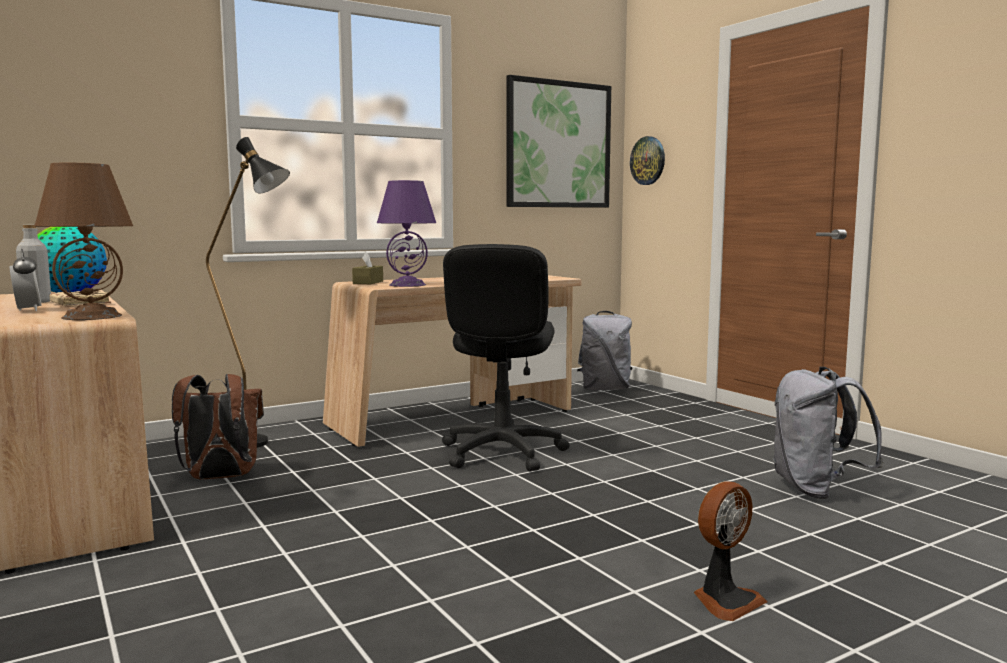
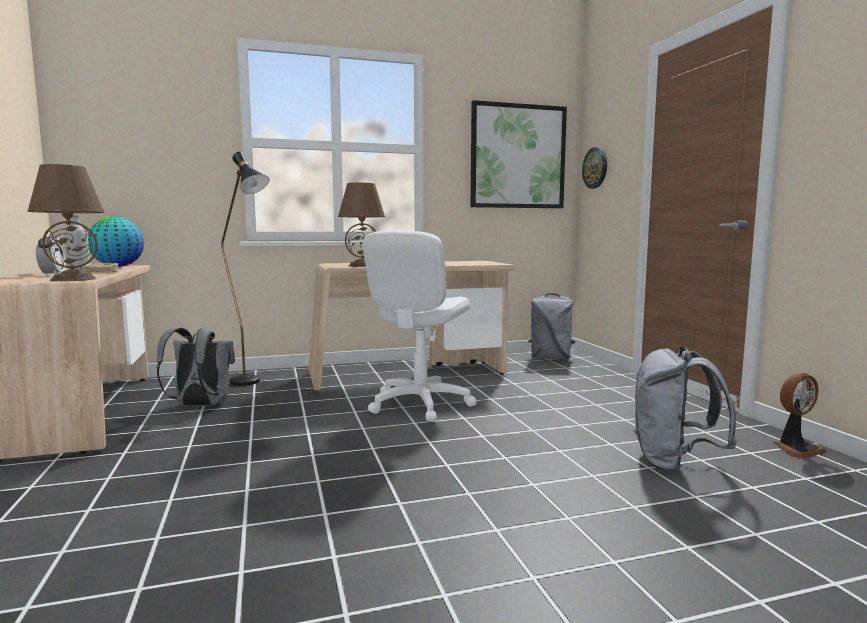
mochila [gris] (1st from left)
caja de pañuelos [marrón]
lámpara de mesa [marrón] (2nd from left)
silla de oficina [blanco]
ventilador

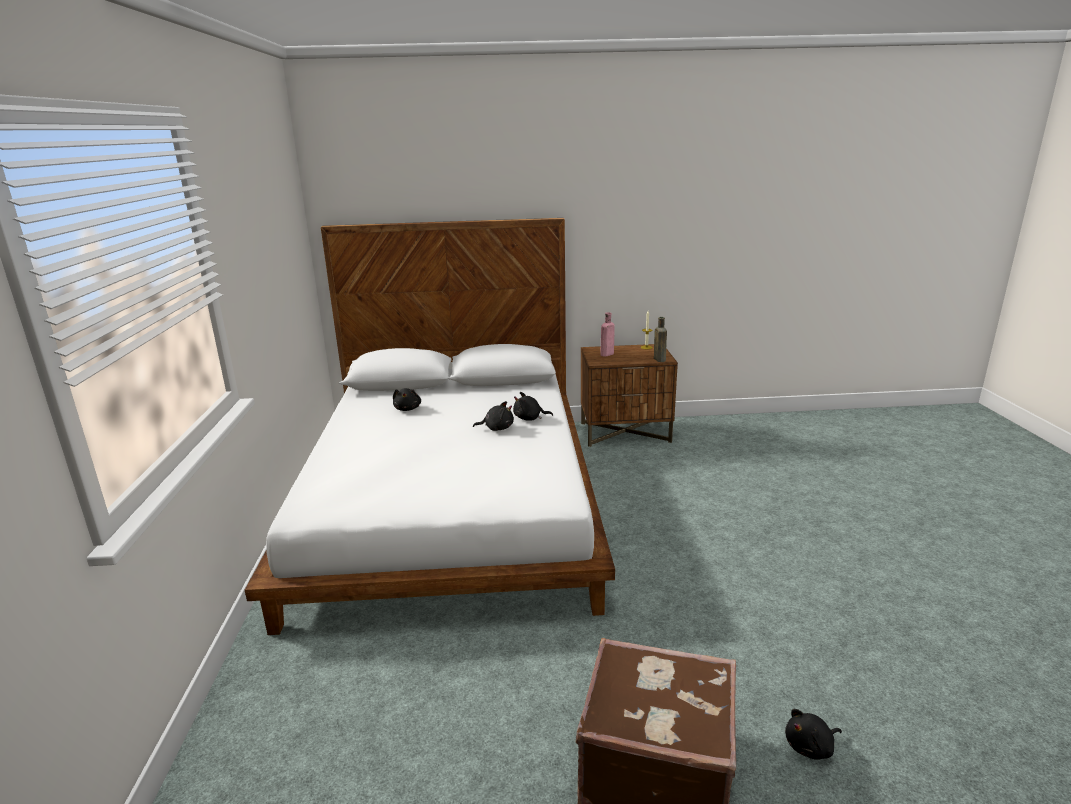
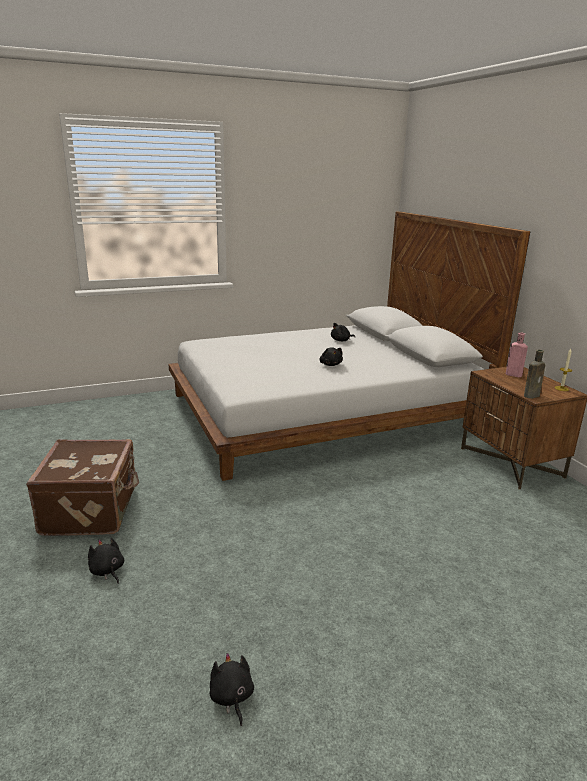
peluche [negro] (2nd from left)

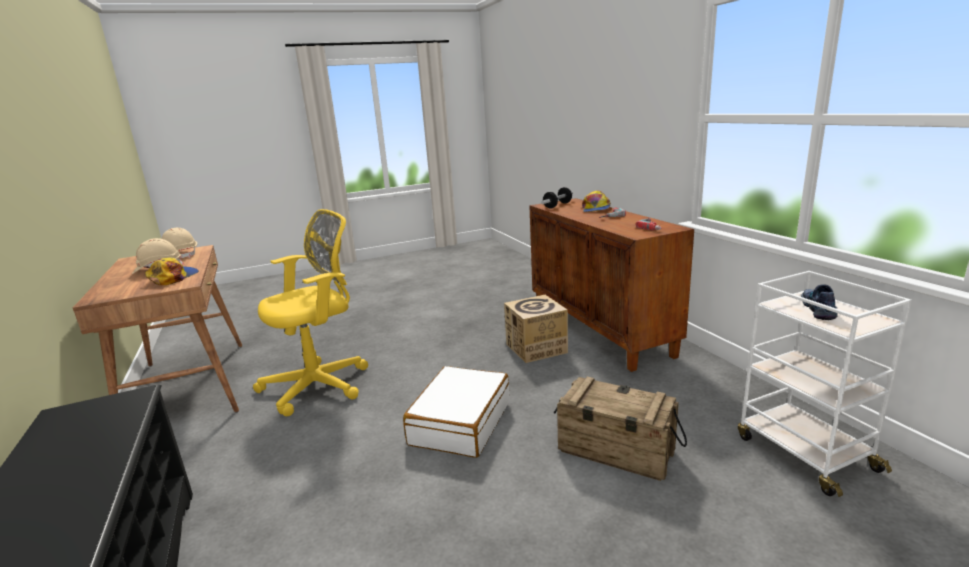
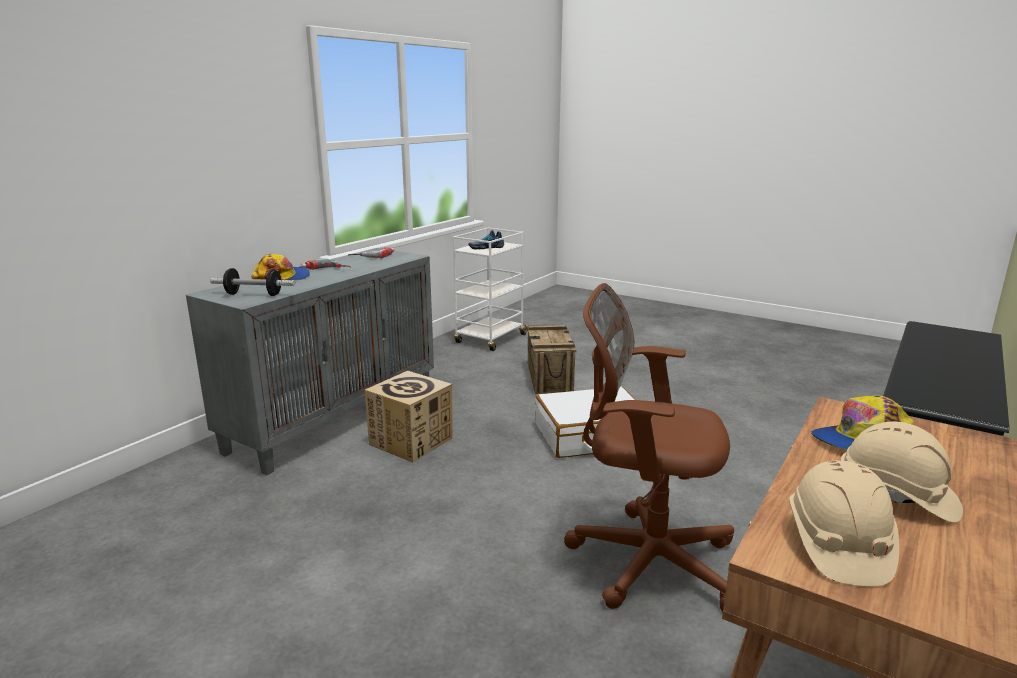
silla de oficina [marrón]
armario [gris]

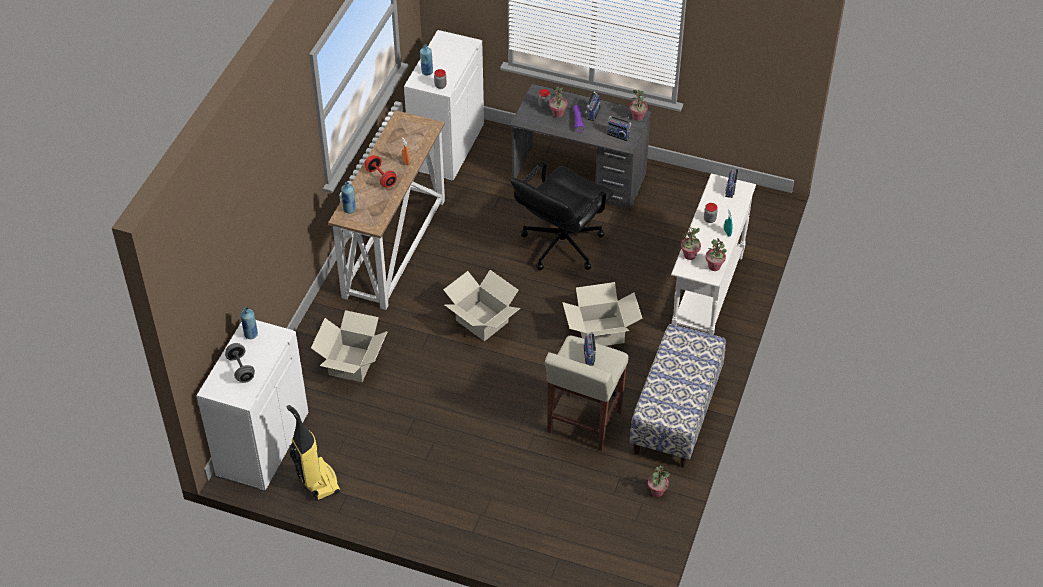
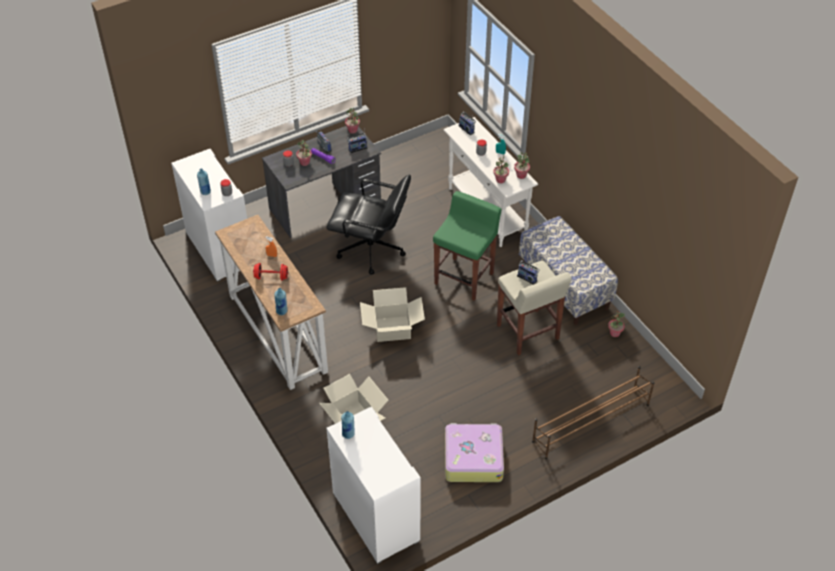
mancuerna [gris]
aspiradora
silla de oficina [negro]
taburete [verde]
maleta
zapatero [marrón]

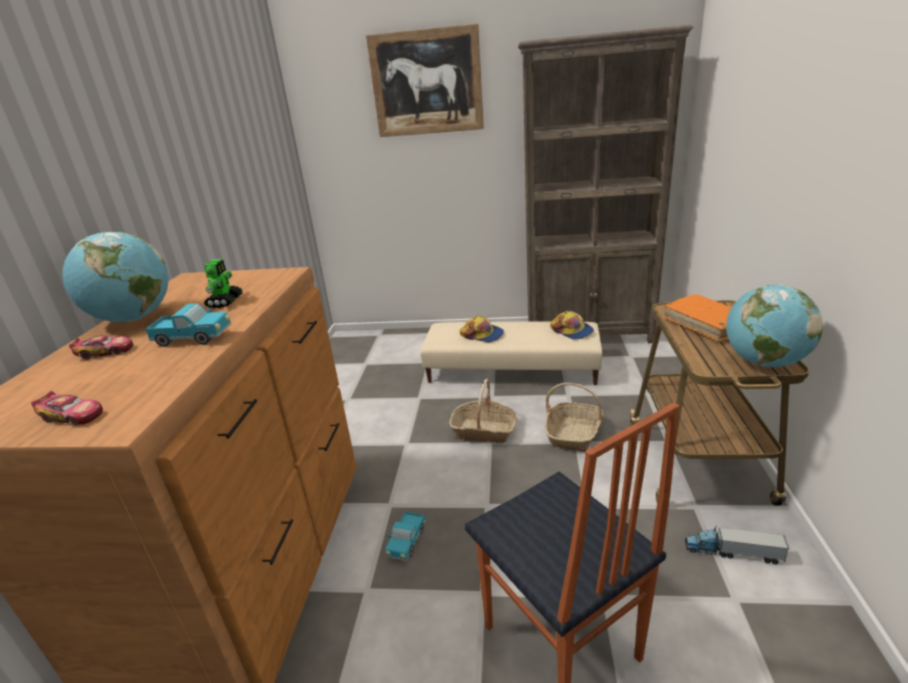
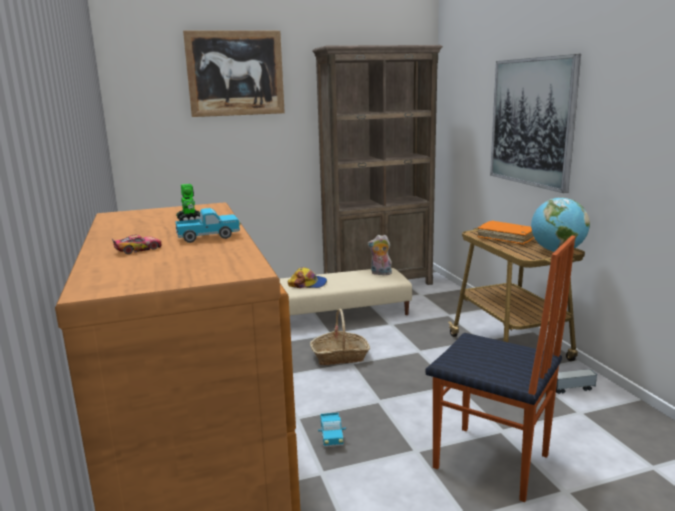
coche de juguete (1st from left in the first image)
globo terráqueo (1st from left in the first image)
cesta (2nd from left in the first image)
peluche
cuadro (2nd from left)

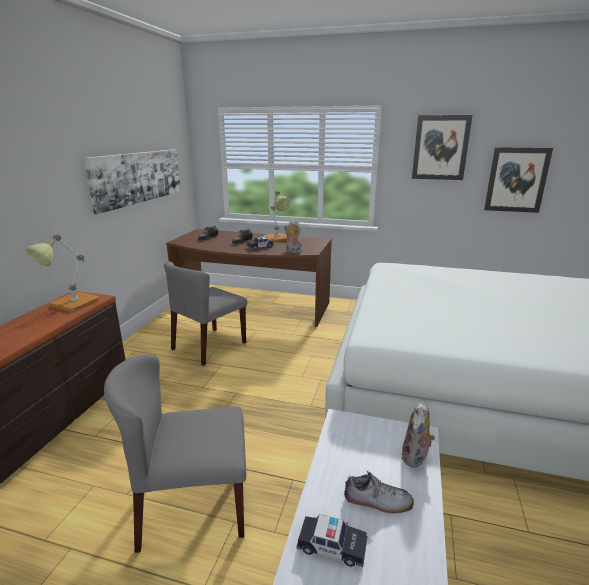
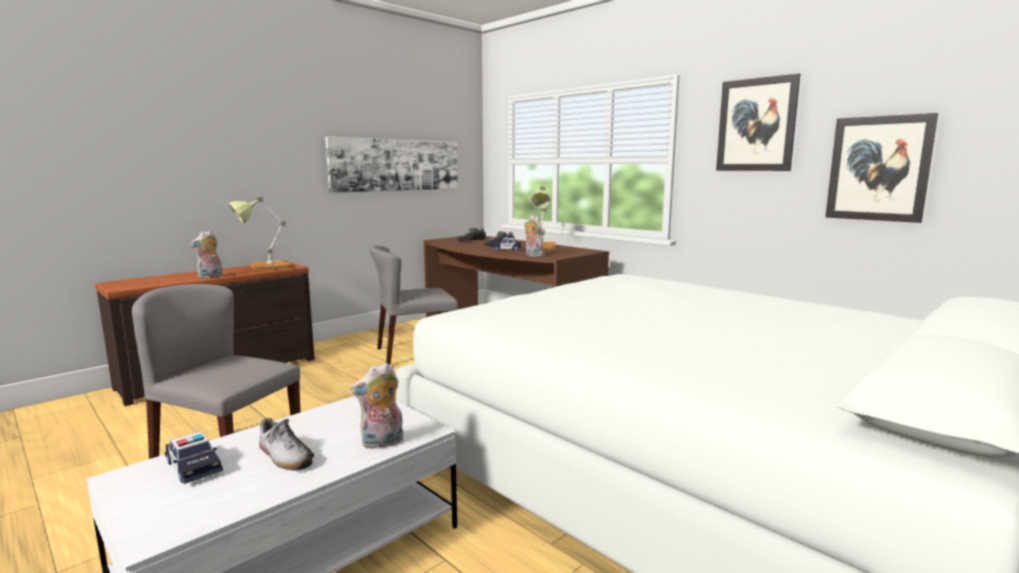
peluche (1st from left)

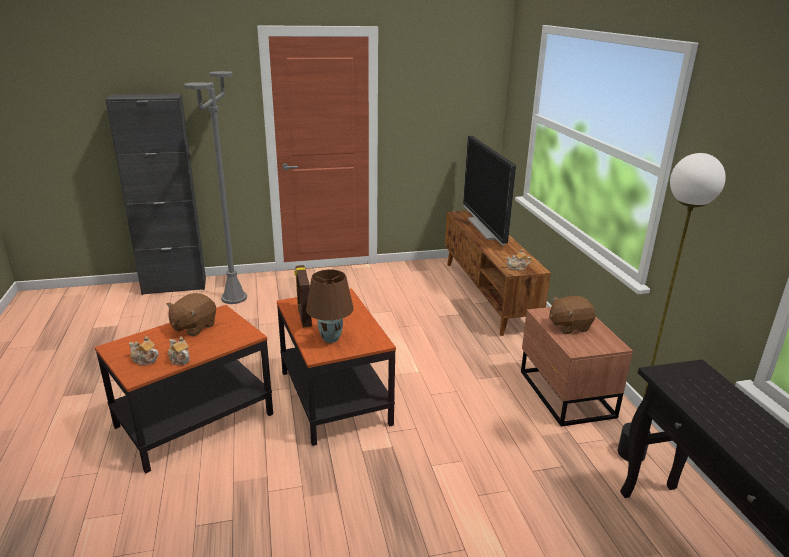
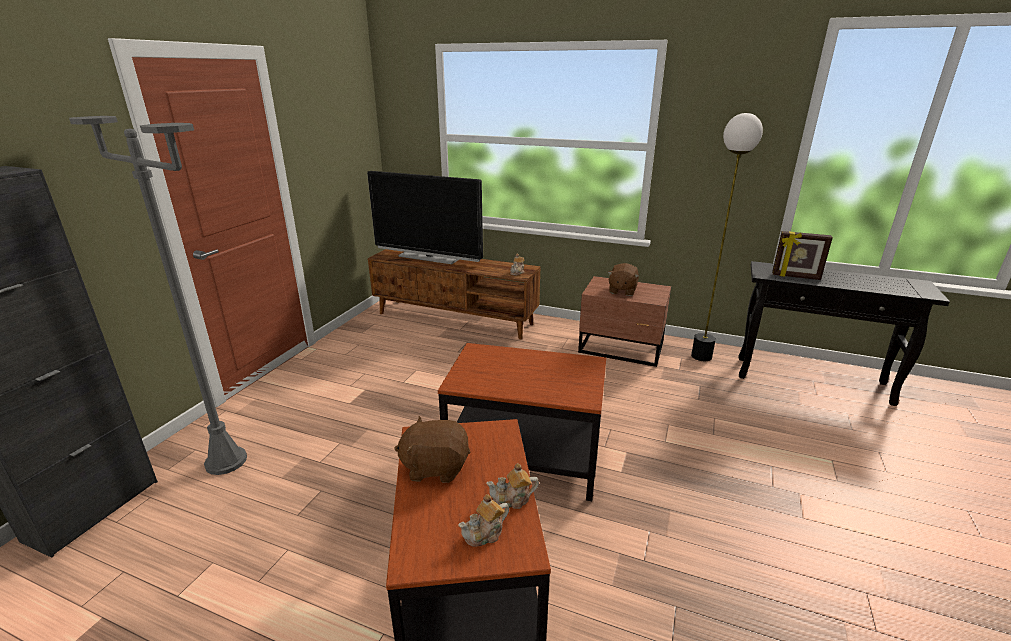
peluche [marrón] (1st from left)
portarretratos
lámpara de mesa [marrón]

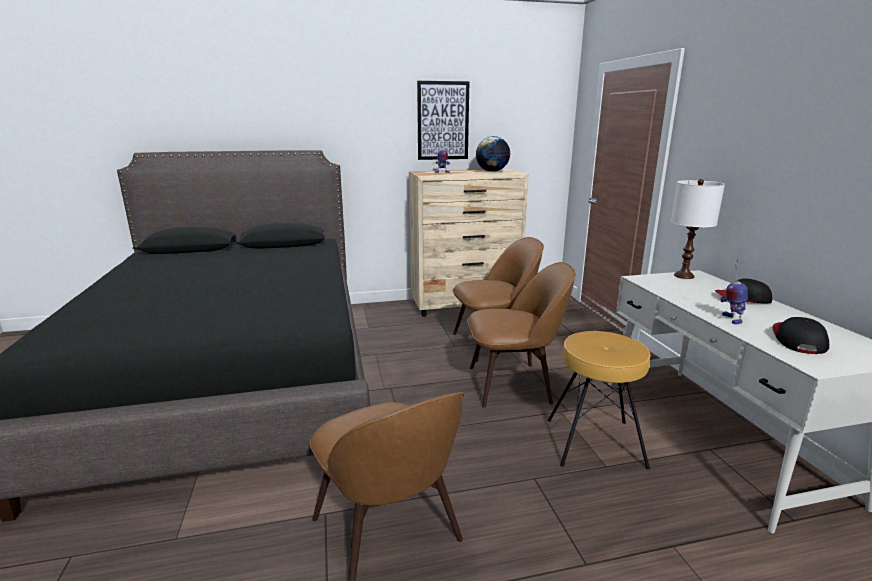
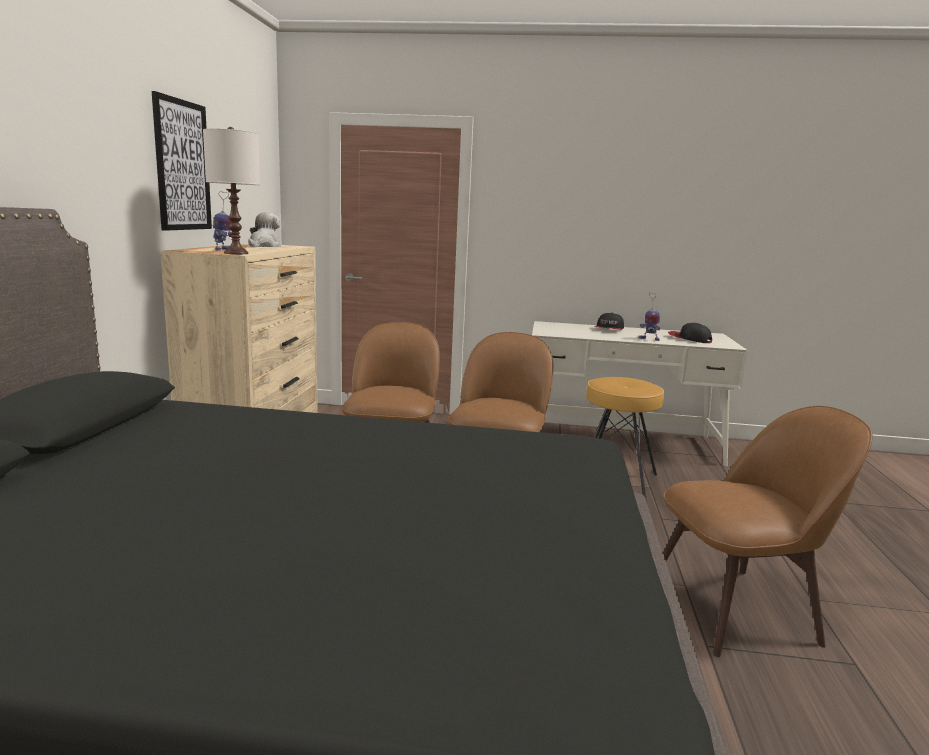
peluche
lámpara de mesa [blanco]

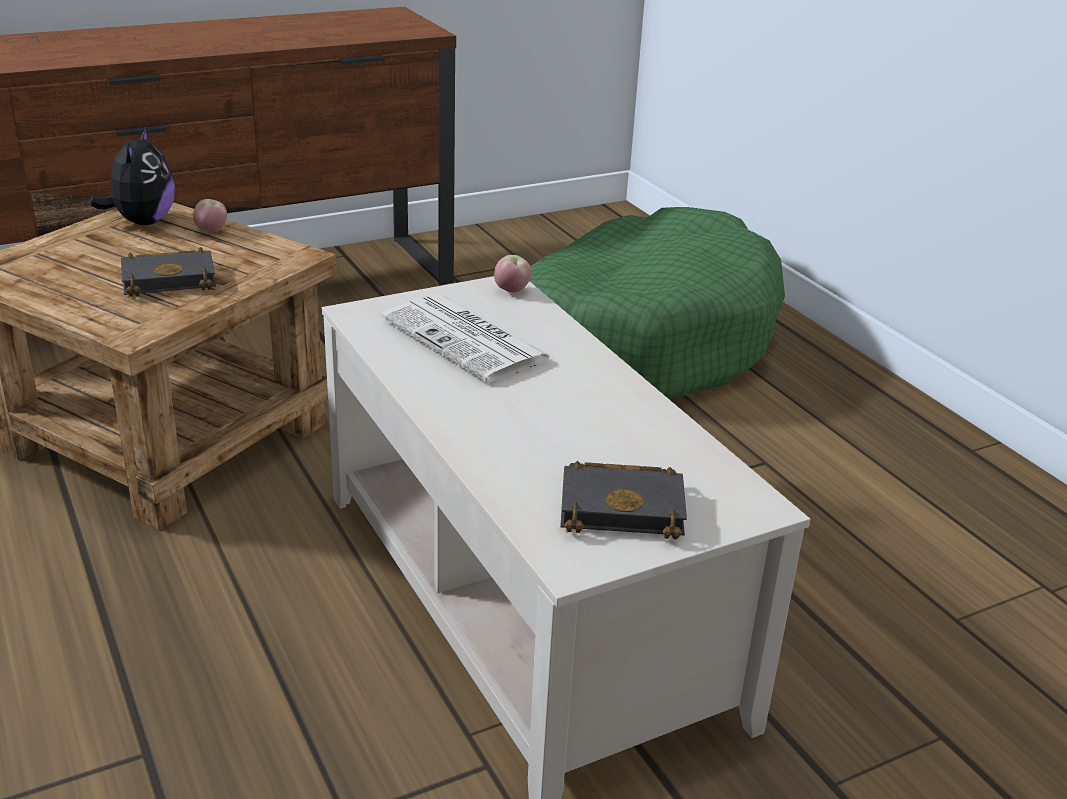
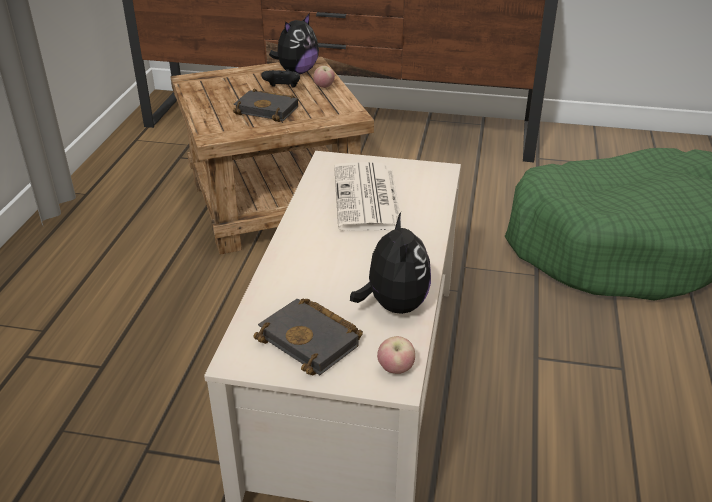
manzana (2nd from left)
mando de consola [negro]
peluche (2nd from left)

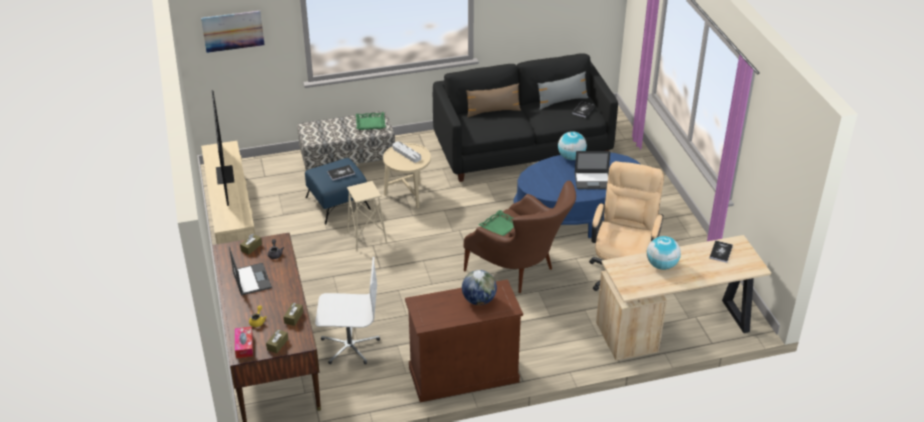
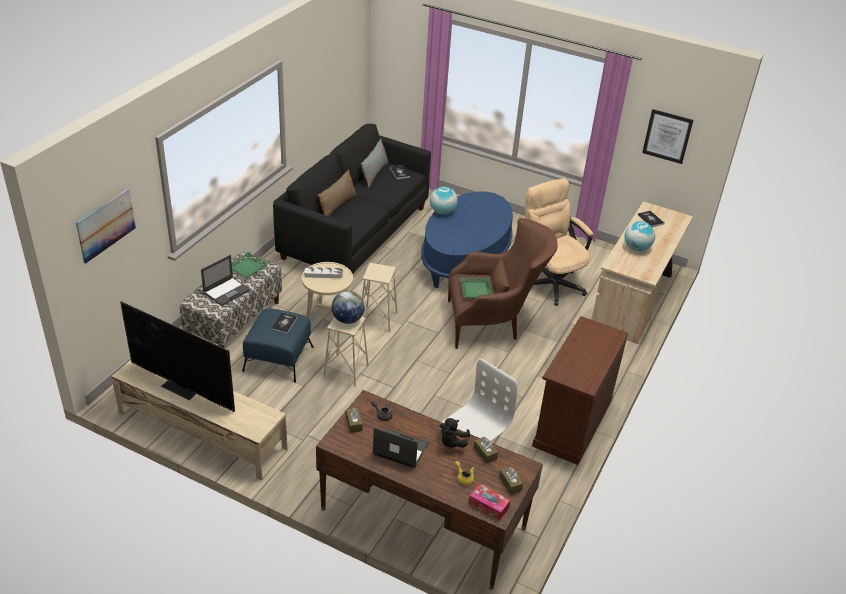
globo terráqueo (1st from left)
portátil (1st from left)
taburete [beis] (2nd from left)
peluche [negro]
cuadro (2nd from left)

